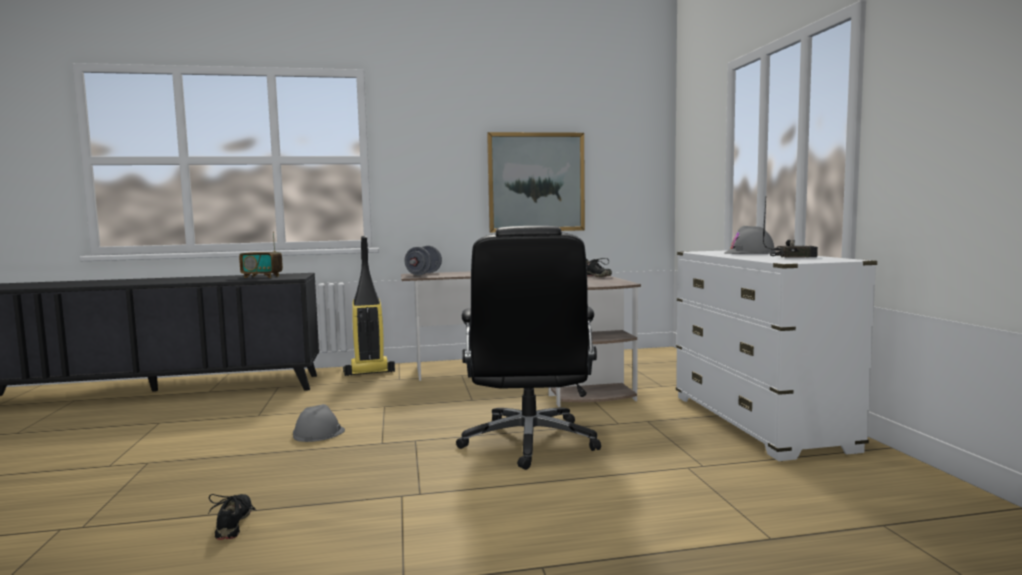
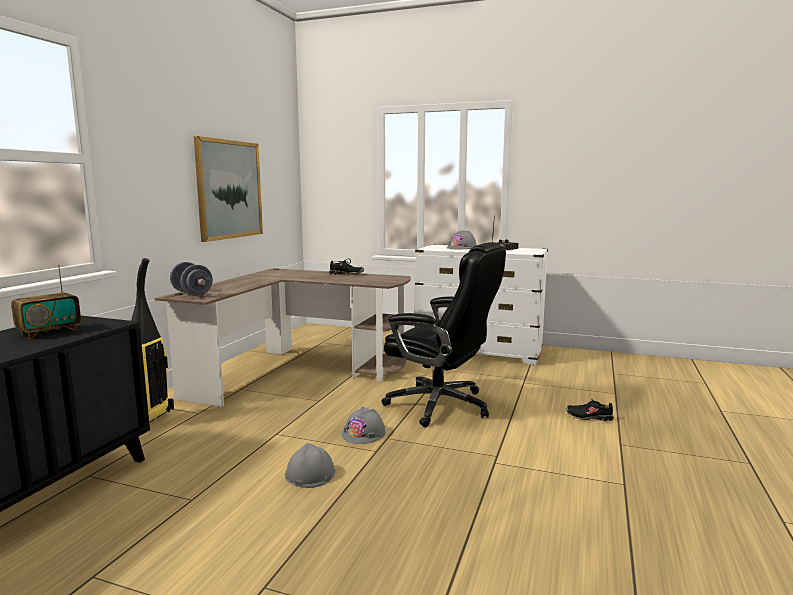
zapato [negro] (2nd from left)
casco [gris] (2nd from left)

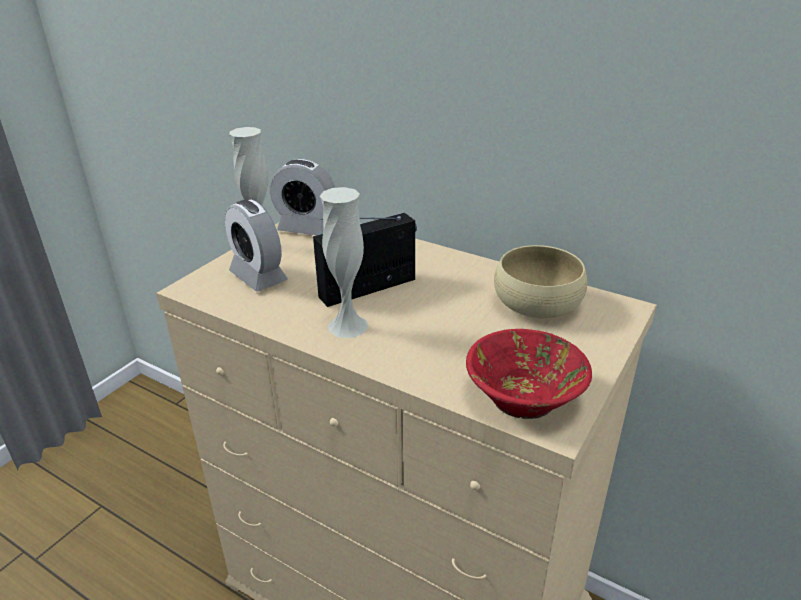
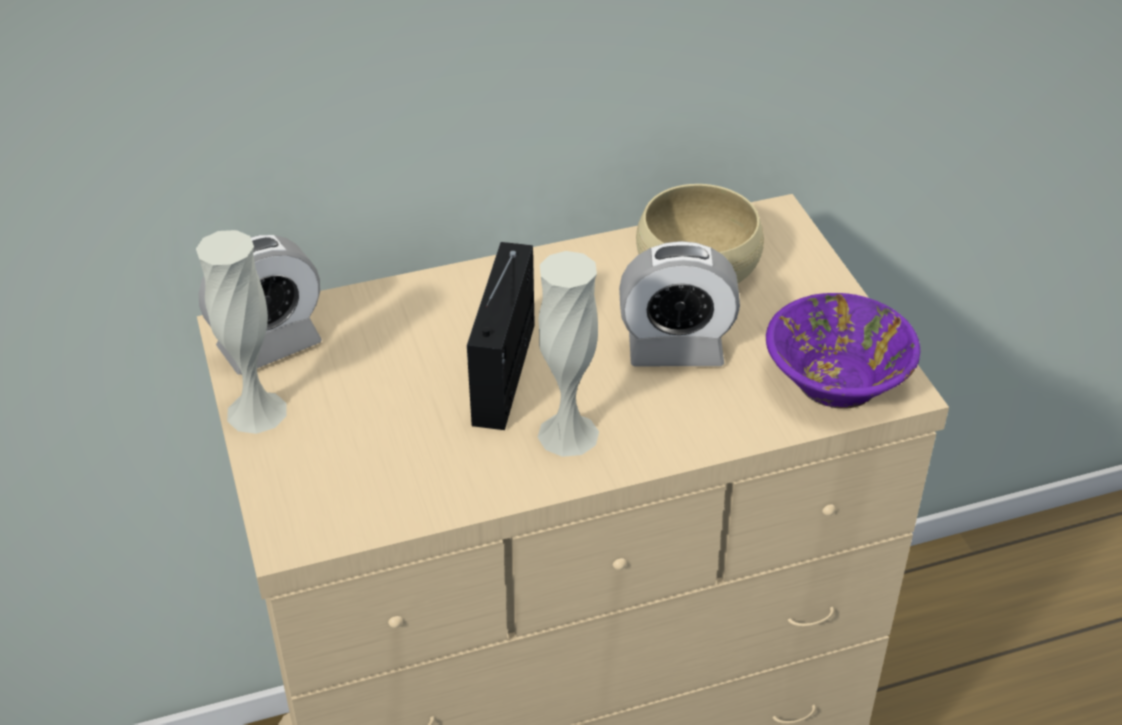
despertador (2nd from left)
cuenco [morado]

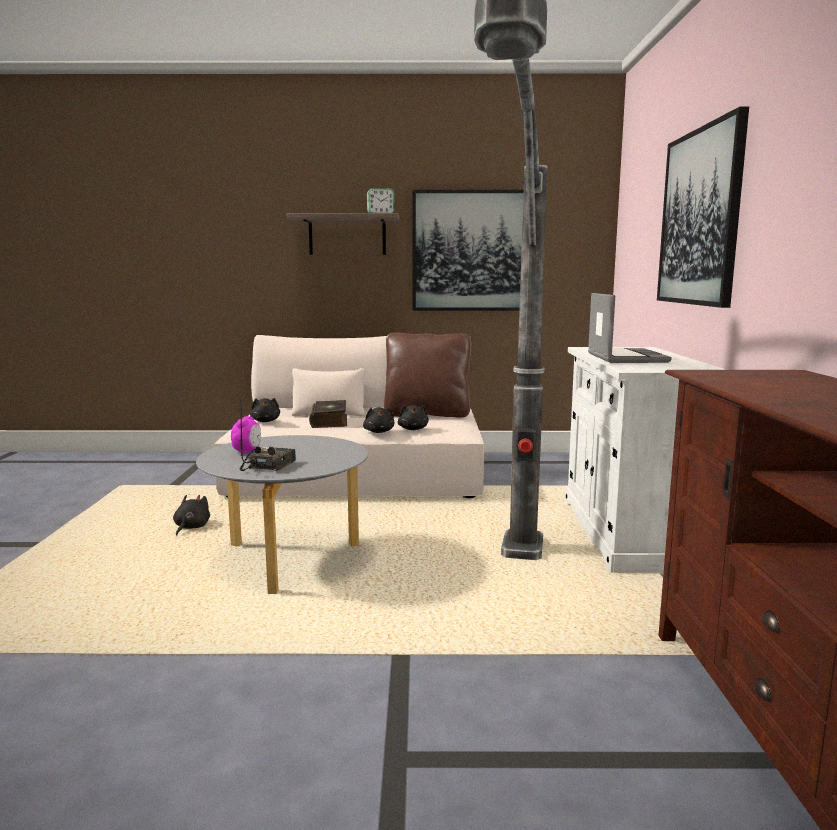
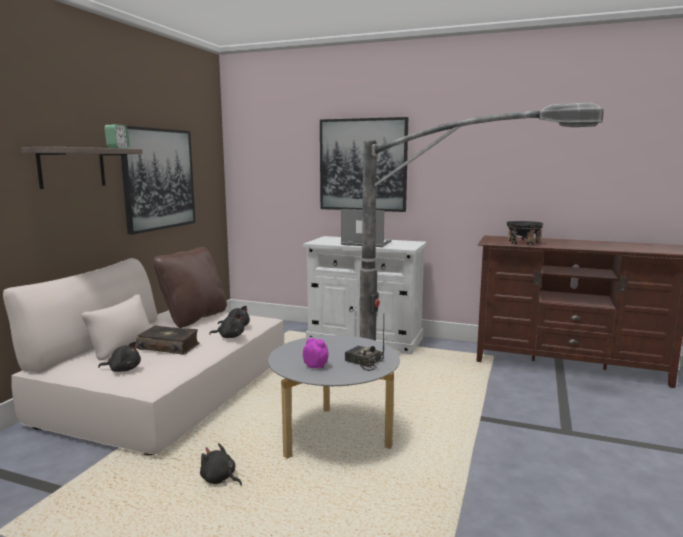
cuenco [negro]

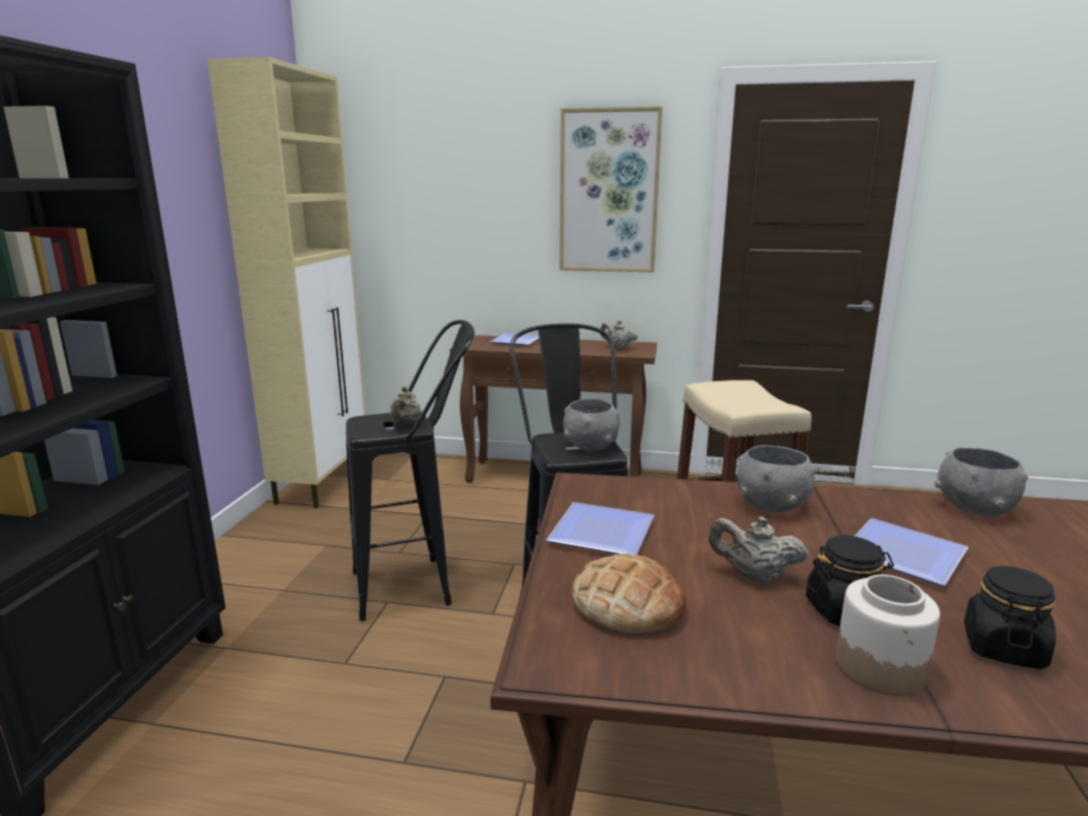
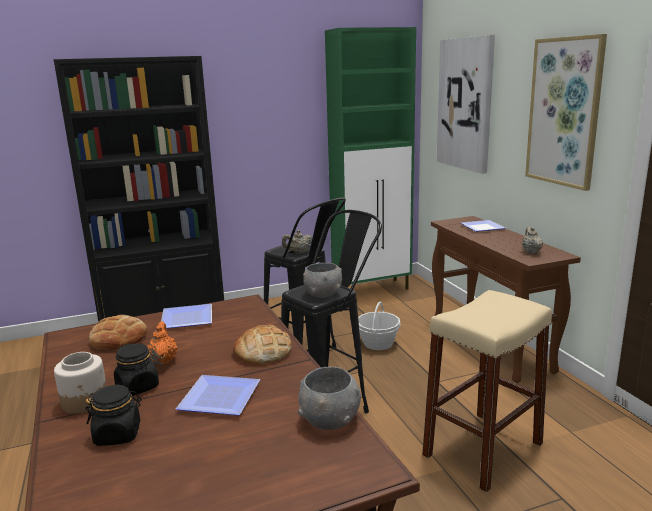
armario [verde]
tetera [naranja]
pan (2nd from left)
cesta
cuadro (1st from left)

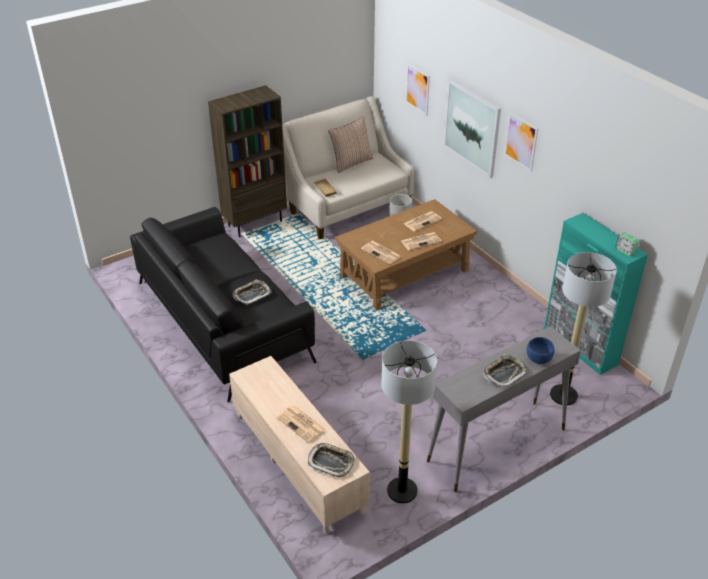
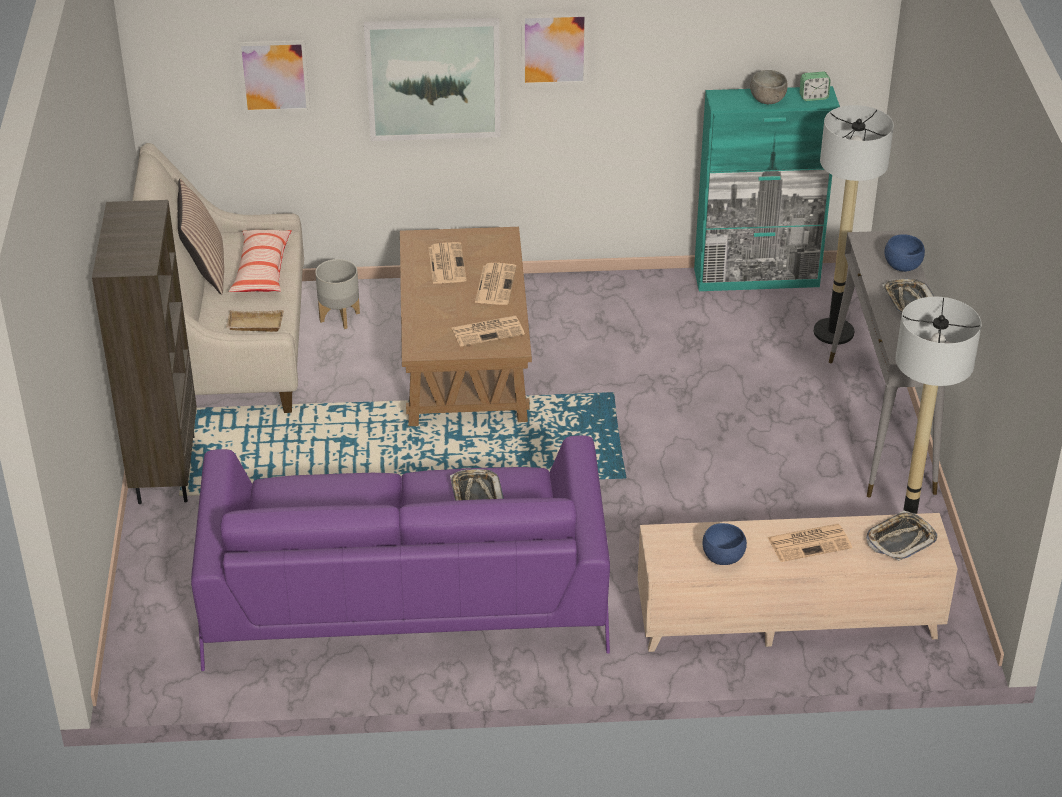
sofá [morado]
cojín (2nd from left)
cuenco [azul] (1st from left)
cuenco [gris]

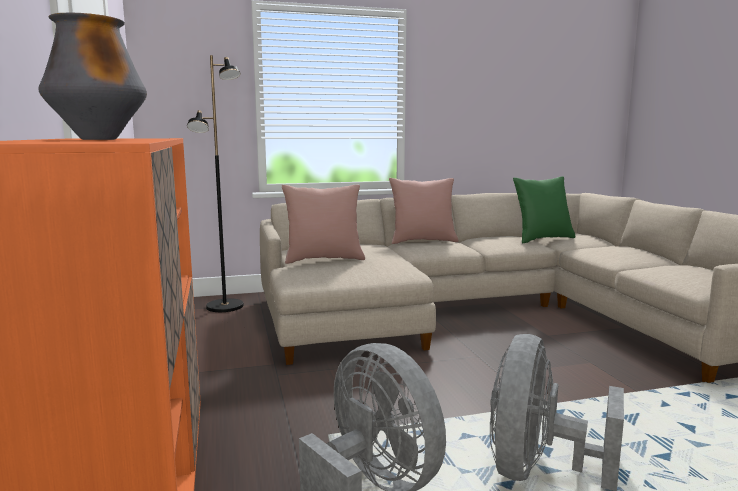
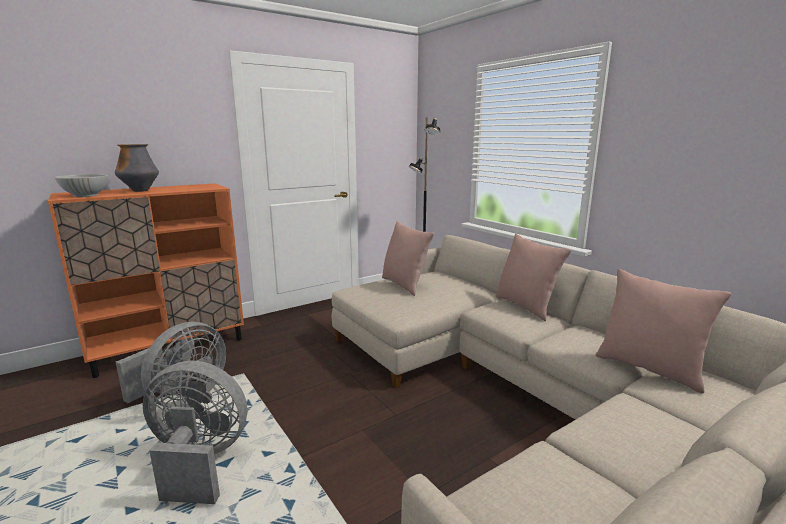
cojín [rosa] (3rd from left)
cuenco [blanco]

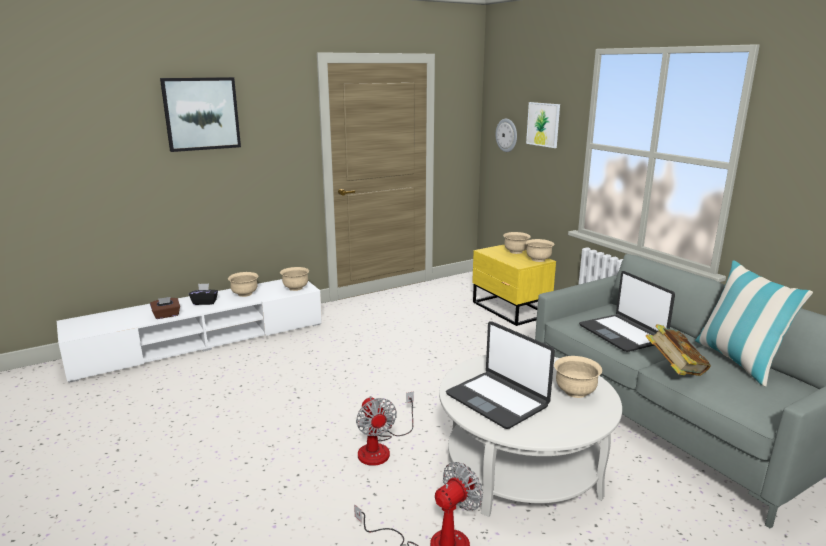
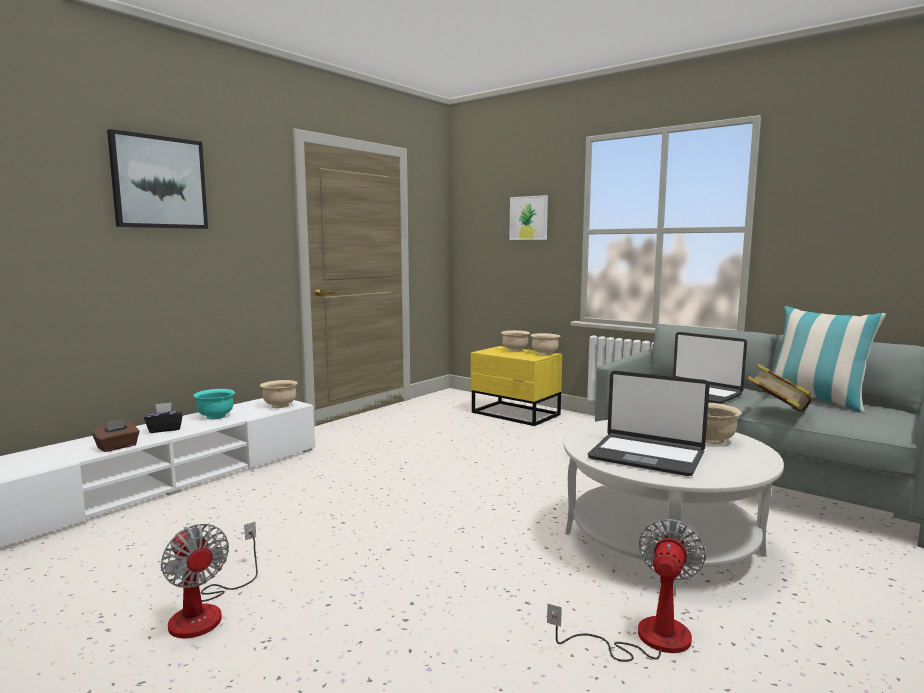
cuenco [turquesa]
ventilador (1st from left)
reloj de pared

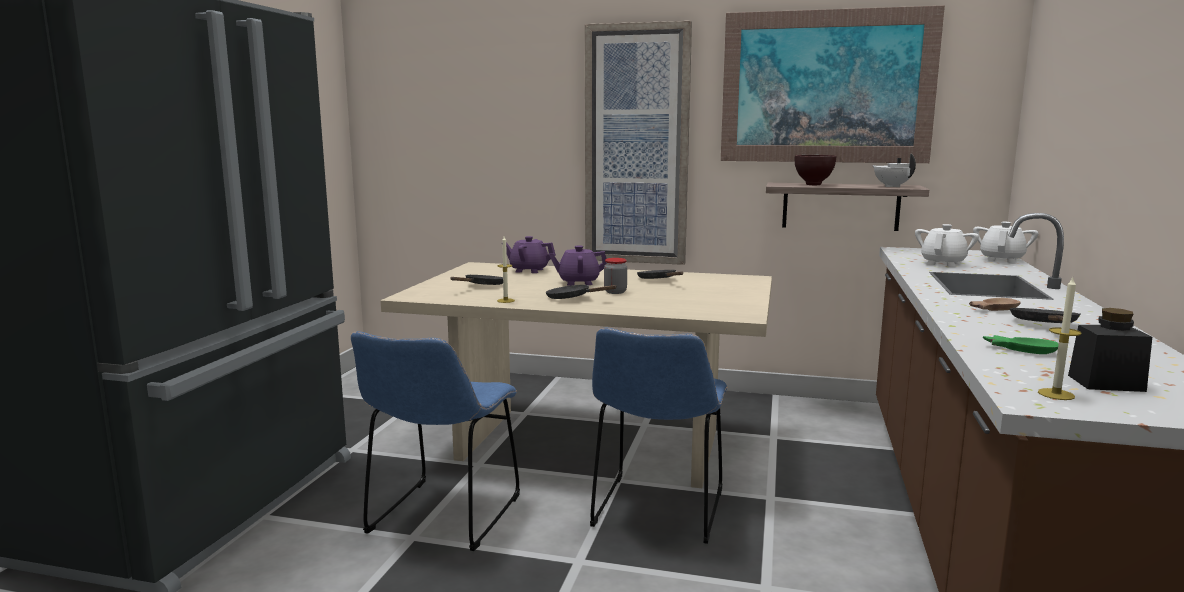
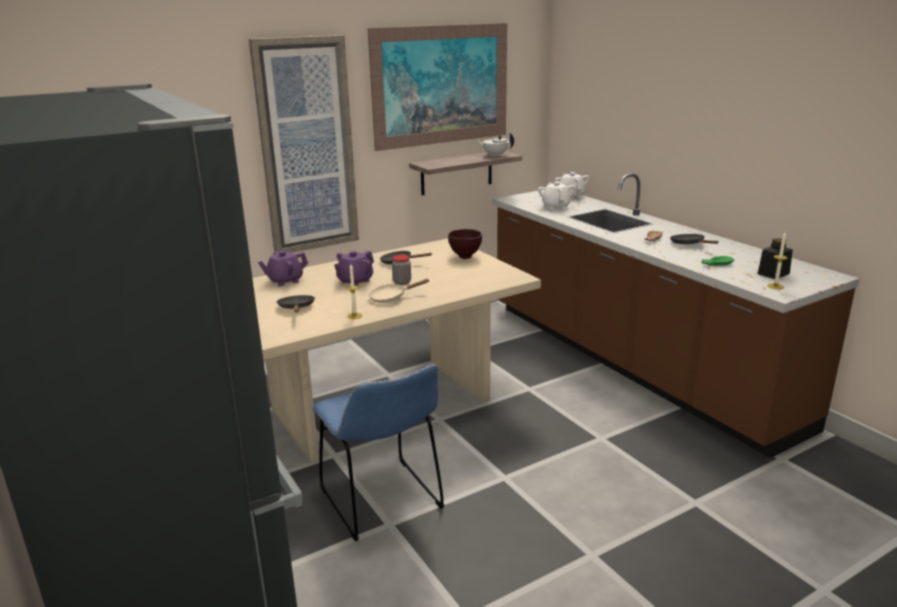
sartén [beis]
silla [azul] (2nd from left in the first image)
cuenco [marrón] (1st from left)

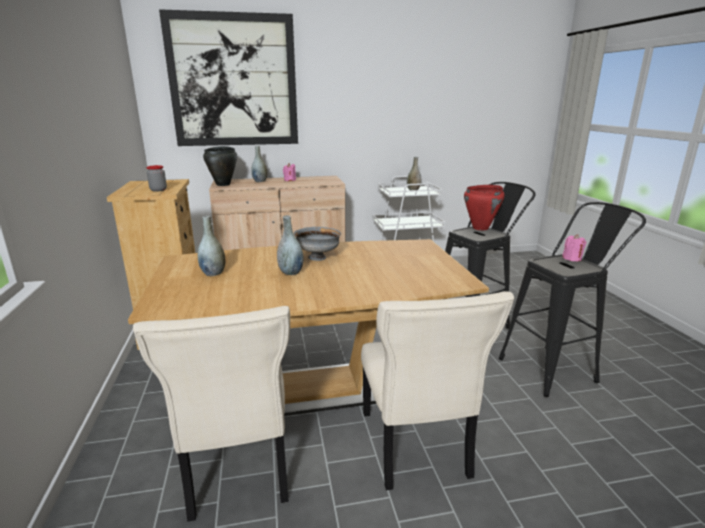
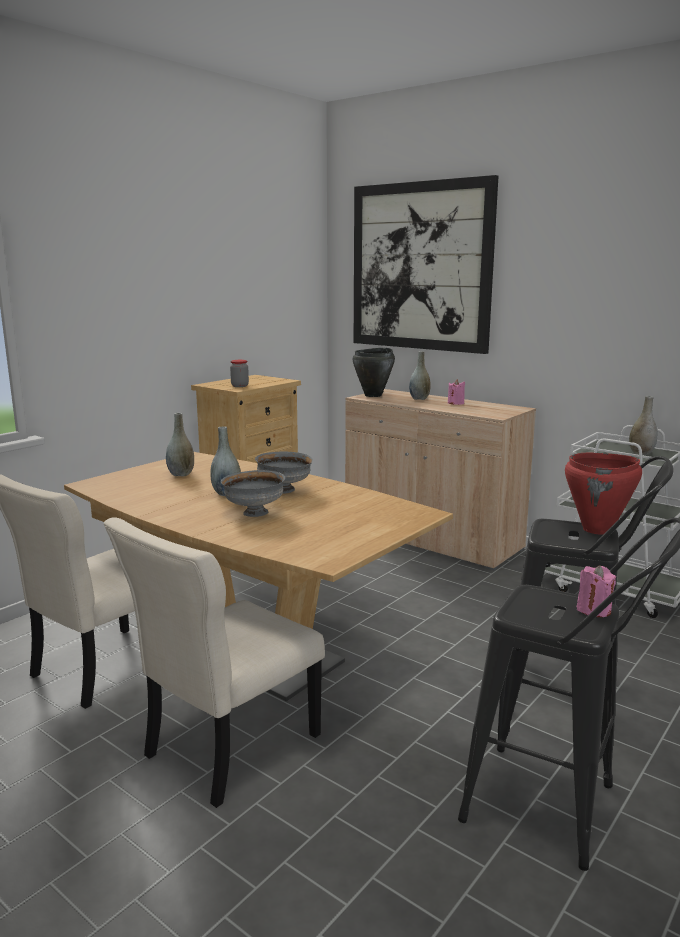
cuenco [gris] (1st from left)

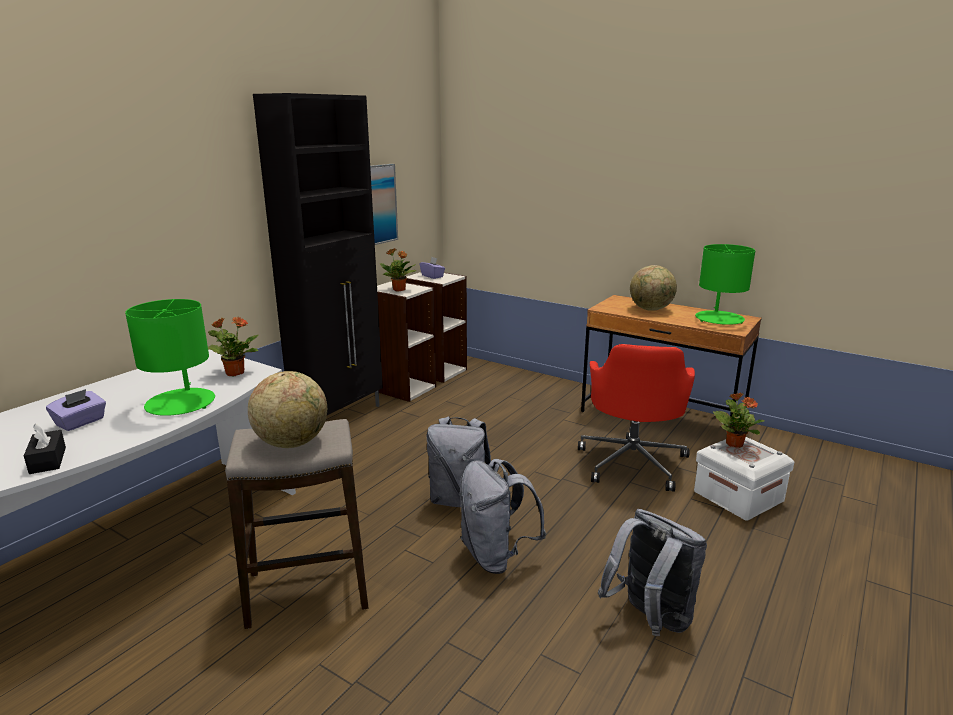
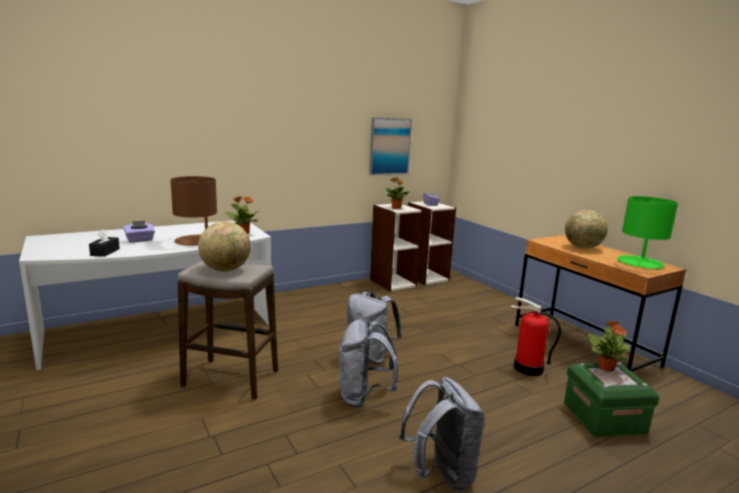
lámpara de mesa [marrón]
armario [negro]
extintor
caja de almacenaje [verde]

